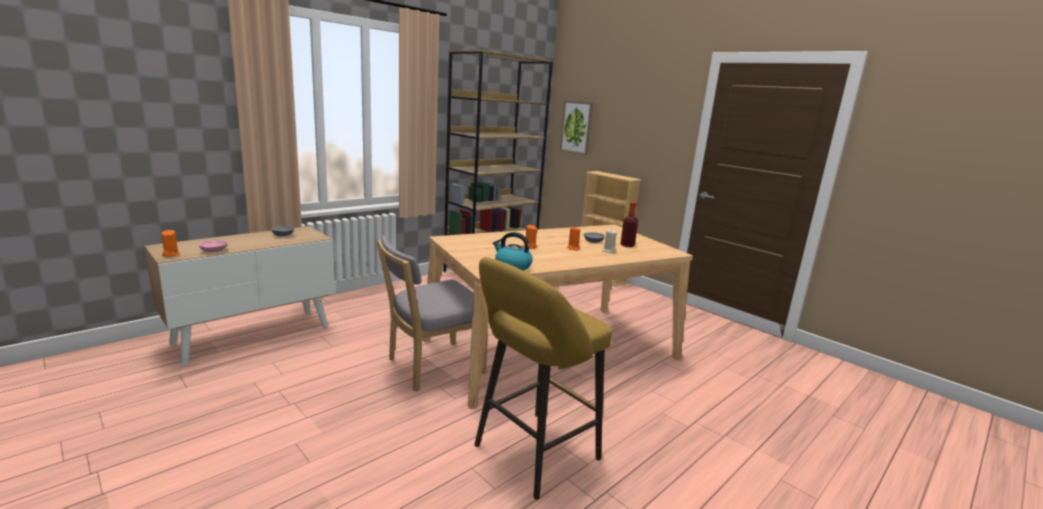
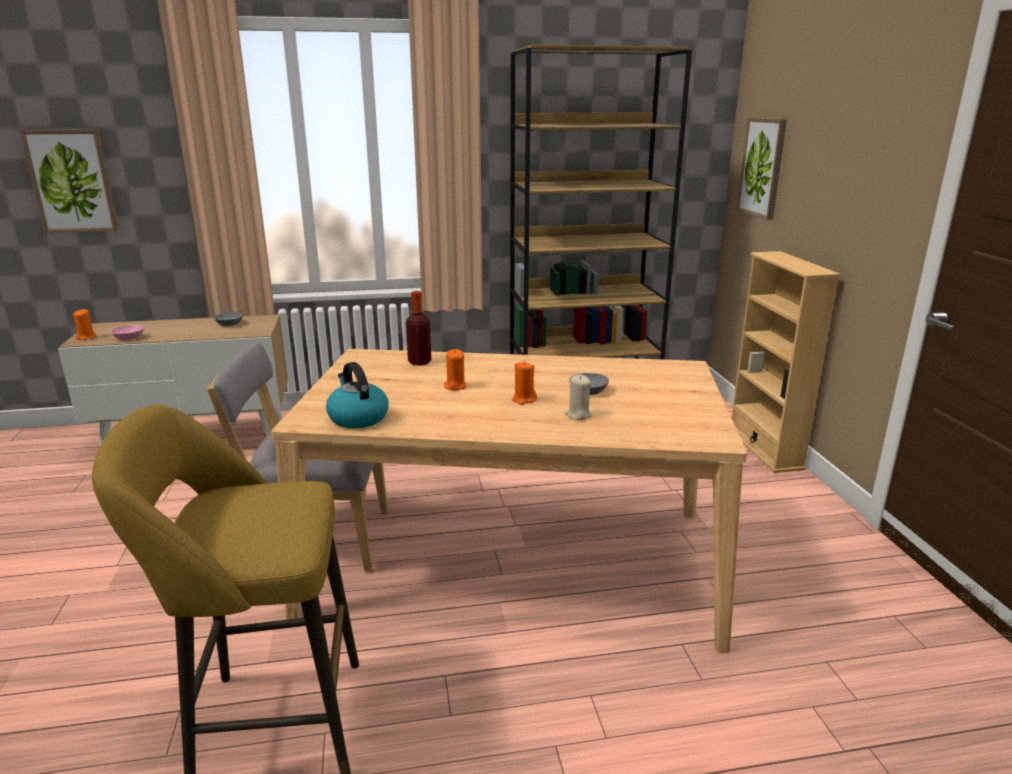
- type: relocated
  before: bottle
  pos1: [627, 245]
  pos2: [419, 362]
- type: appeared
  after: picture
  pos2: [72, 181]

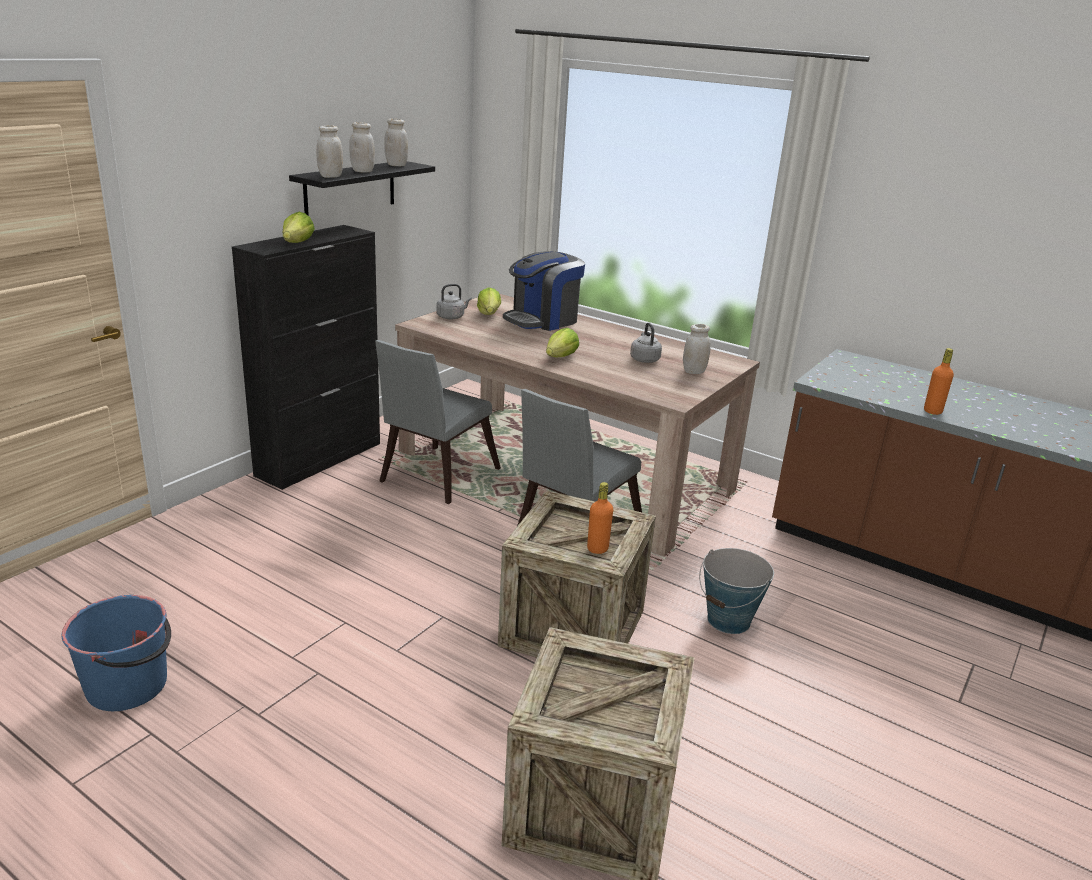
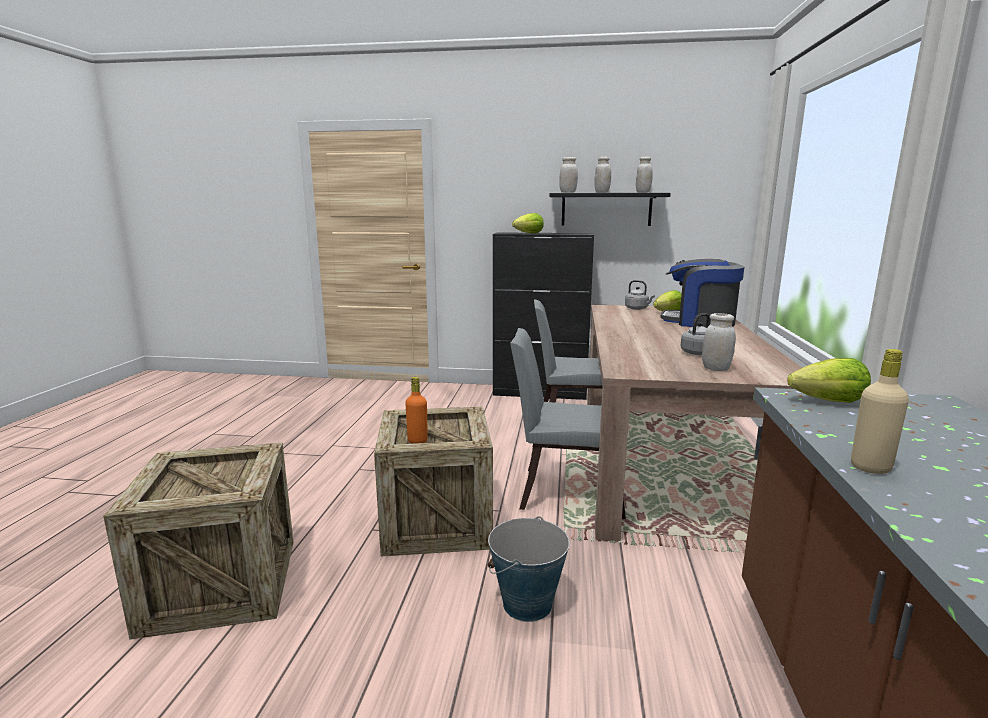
- type: missing
  before: bucket (blue)
  pos1: [128, 686]
- type: relocated
  before: lettuce
  pos1: [561, 357]
  pos2: [829, 402]
- type: colour
  before: bottle (orange)
  after: bottle (beige)
  pos1: [932, 411]
  pos2: [870, 467]

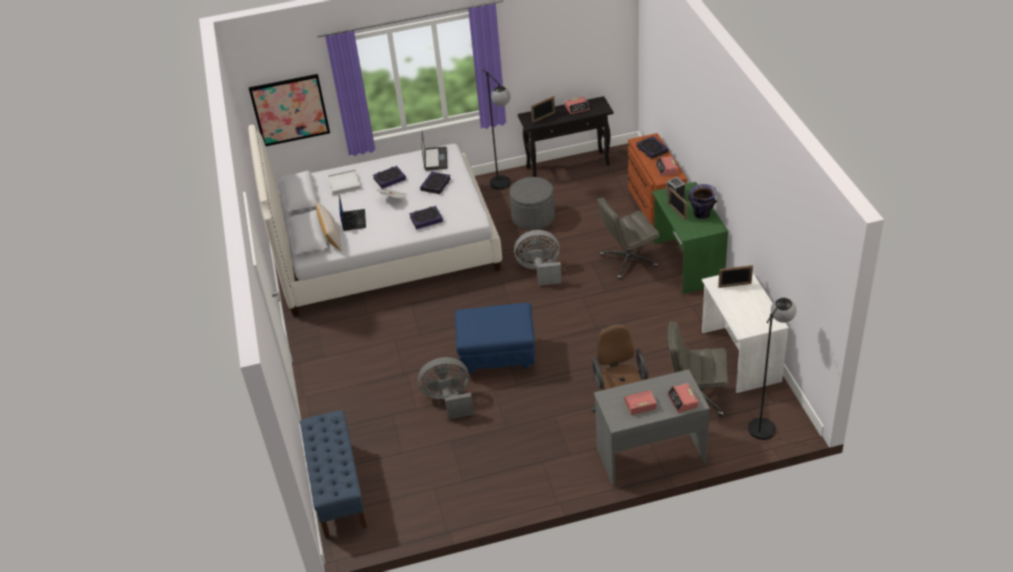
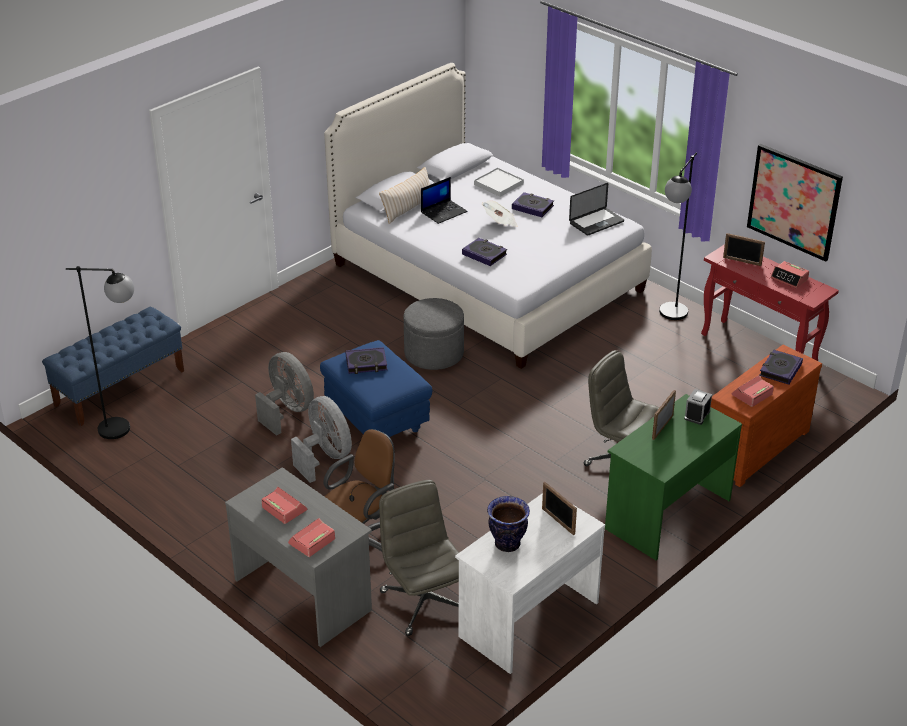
- type: relocated
  before: picture
  pos1: [290, 110]
  pos2: [794, 201]
- type: relocated
  before: book
  pos1: [436, 185]
  pos2: [366, 363]
- type: relocated
  before: ottoman (grey)
  pos1: [533, 217]
  pos2: [434, 353]
- type: relocated
  before: fan (grey)
  pos1: [540, 271]
  pos2: [325, 457]
- type: colour
  before: console table (black)
  after: console table (red)
  pos1: [568, 166]
  pos2: [759, 350]
- type: relocated
  before: vase
  pos1: [701, 215]
  pos2: [507, 544]
- type: relocated
  before: floor lamp (black)
  pos1: [765, 423]
  pos2: [125, 429]

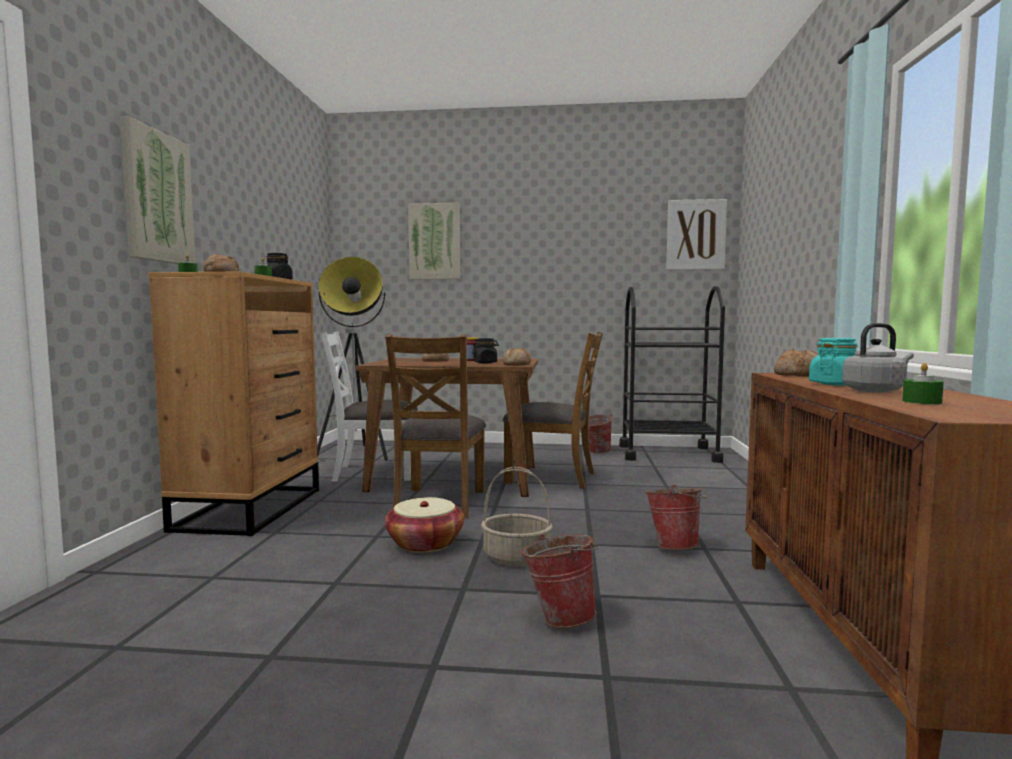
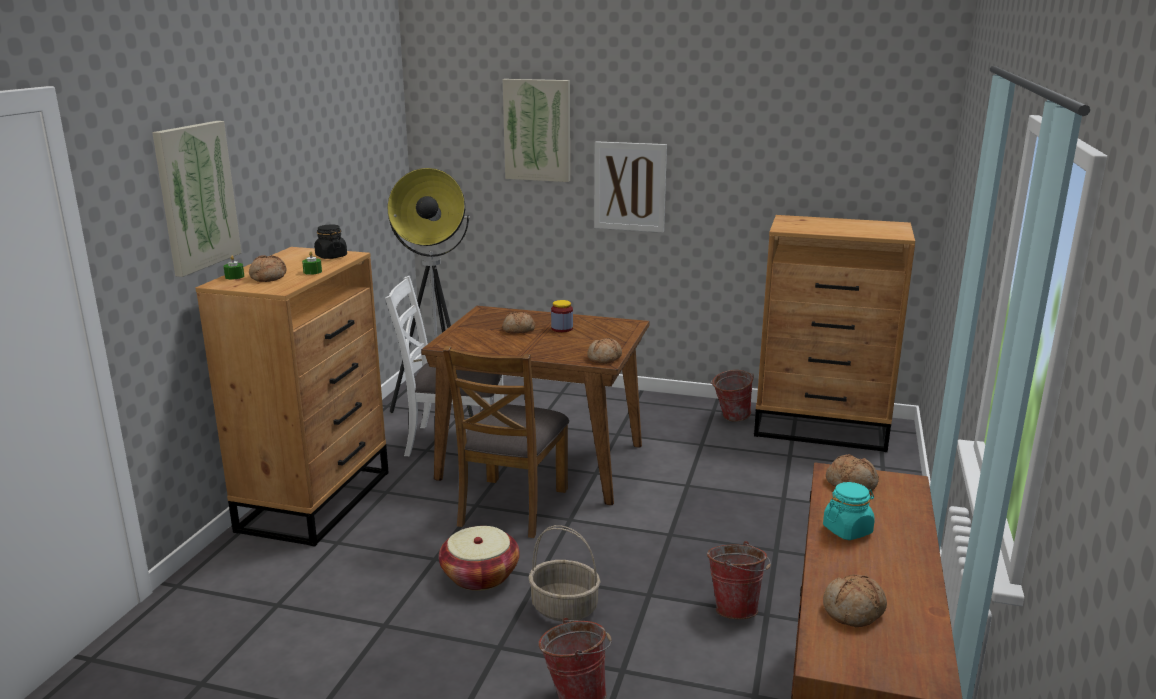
- type: missing
  before: jar (black)
  pos1: [485, 363]
- type: missing
  before: chair (brown)
  pos1: [552, 477]
- type: exchanged
  before: cart (black)
  after: dresser (brown)
  pos1: [668, 453]
  pos2: [822, 428]
- type: relocated
  before: picture
  pos1: [696, 234]
  pos2: [630, 186]
- type: missing
  before: kettle (grey)
  pos1: [875, 390]
- type: exchanged
  before: candle (green)
  after: bread
  pos1: [921, 402]
  pos2: [854, 611]

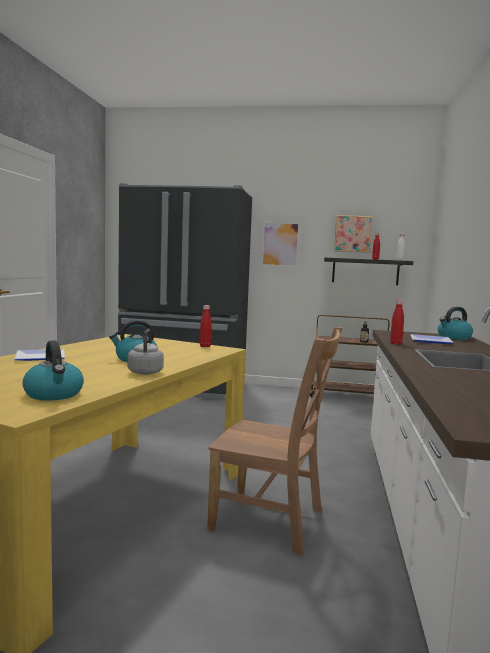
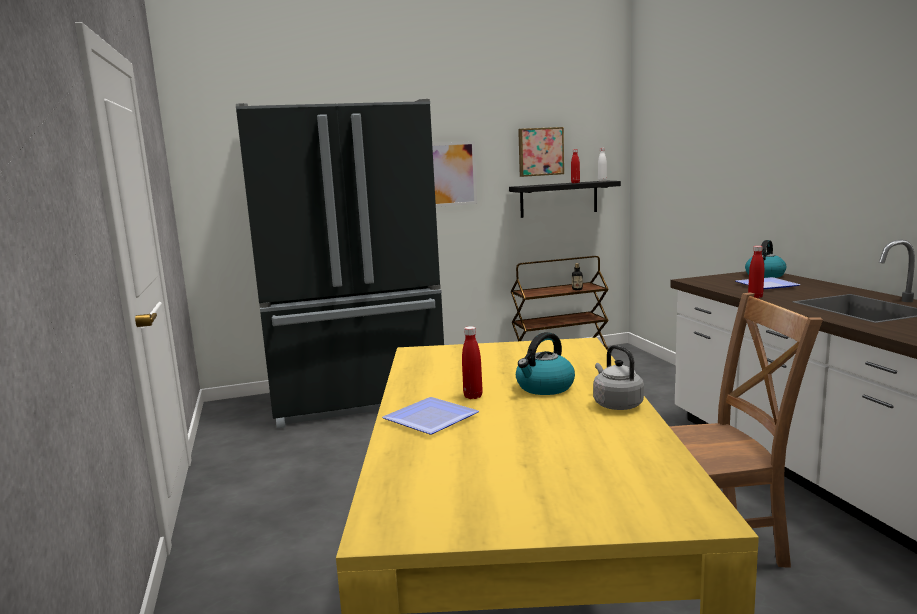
- type: missing
  before: kettle
  pos1: [54, 394]
- type: relocated
  before: bottle (red)
  pos1: [205, 346]
  pos2: [473, 396]

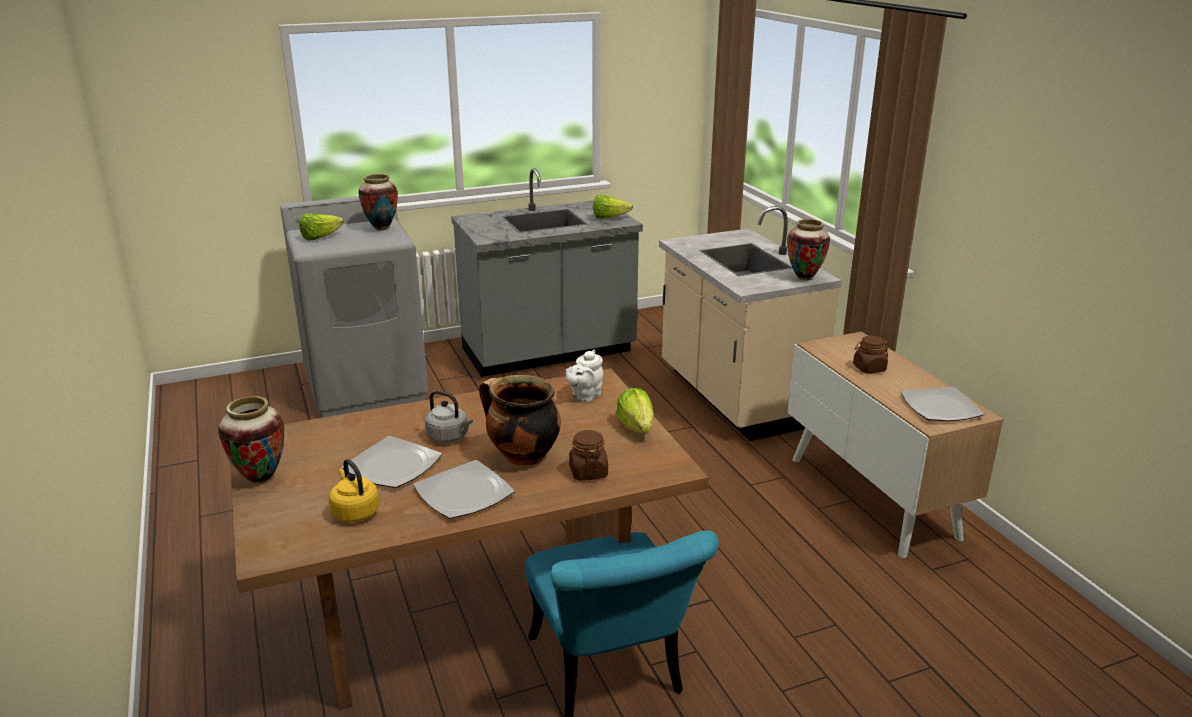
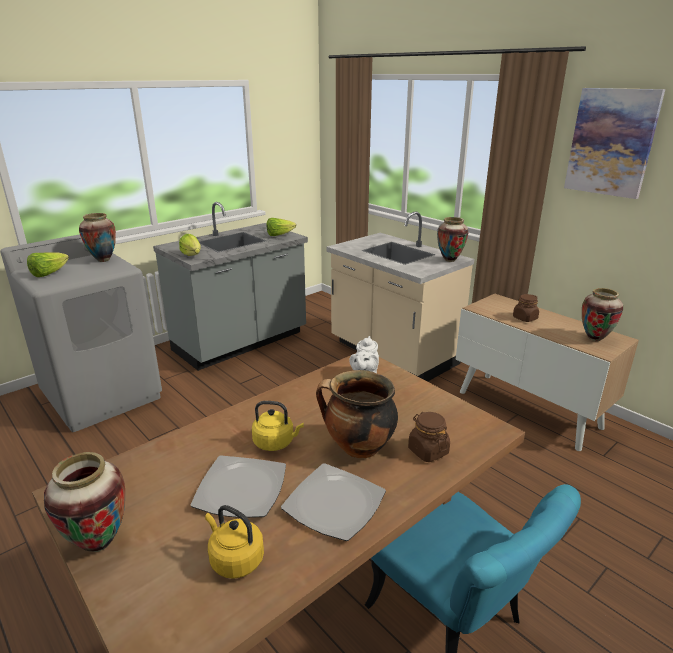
- type: colour
  before: kettle (grey)
  after: kettle (yellow)
  pos1: [449, 437]
  pos2: [276, 442]
- type: relocated
  before: lettuce
  pos1: [636, 427]
  pos2: [192, 255]
- type: exchanged
  before: plate
  after: vase
  pos1: [939, 407]
  pos2: [594, 338]
- type: appeared
  after: picture
  pos2: [611, 142]

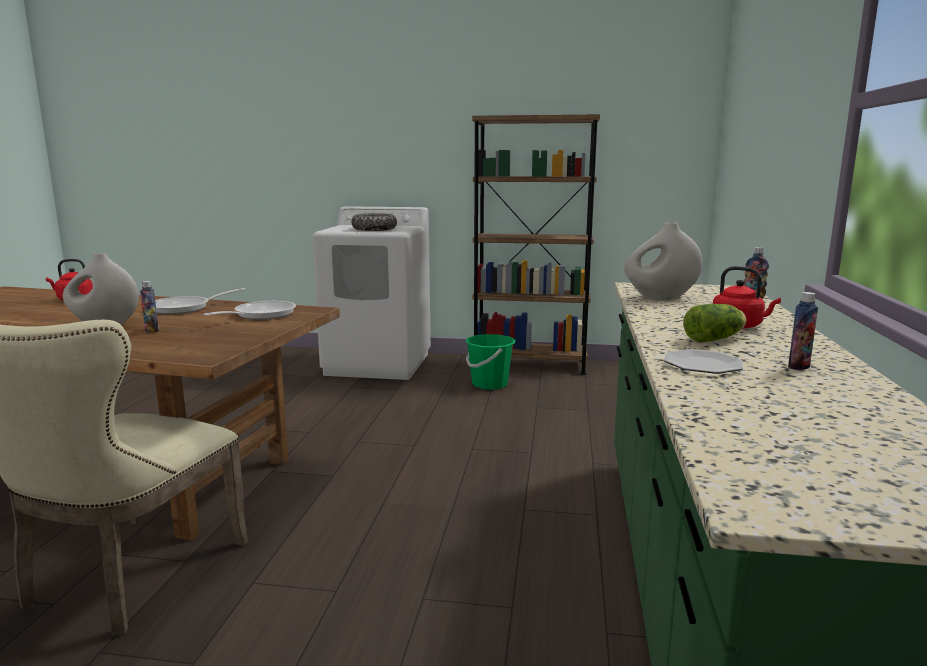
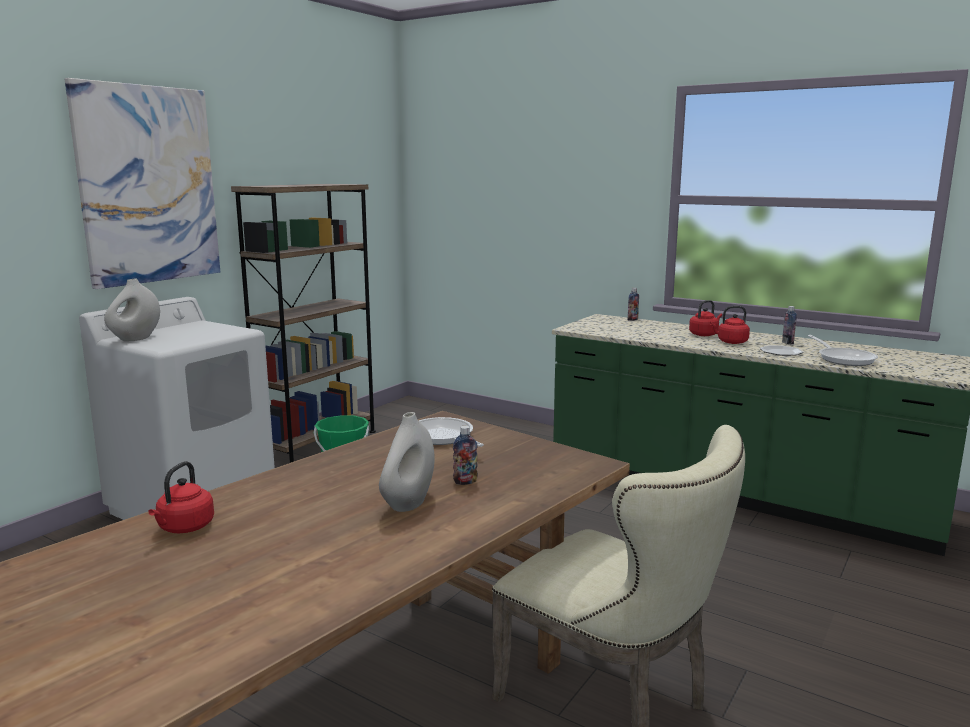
- type: relocated
  before: frying pan
  pos1: [185, 308]
  pos2: [843, 359]
- type: missing
  before: bowl
  pos1: [374, 229]
- type: relocated
  before: vase (white)
  pos1: [660, 297]
  pos2: [136, 339]
- type: exchanged
  before: lettuce
  after: kettle (red)
  pos1: [716, 339]
  pos2: [730, 342]
- type: appeared
  after: picture
  pos2: [148, 185]

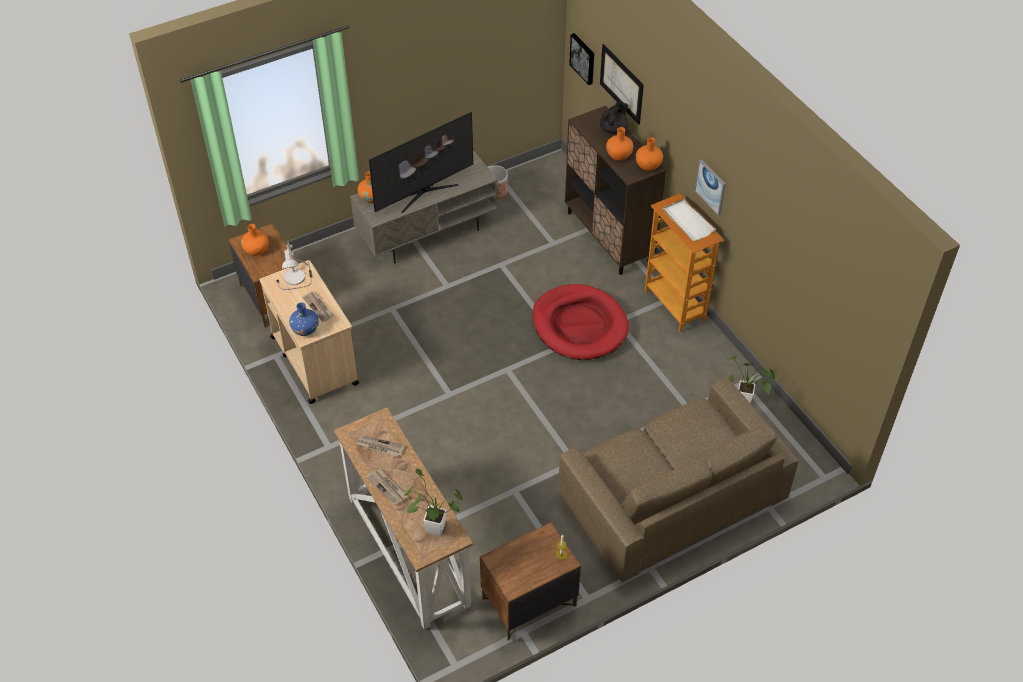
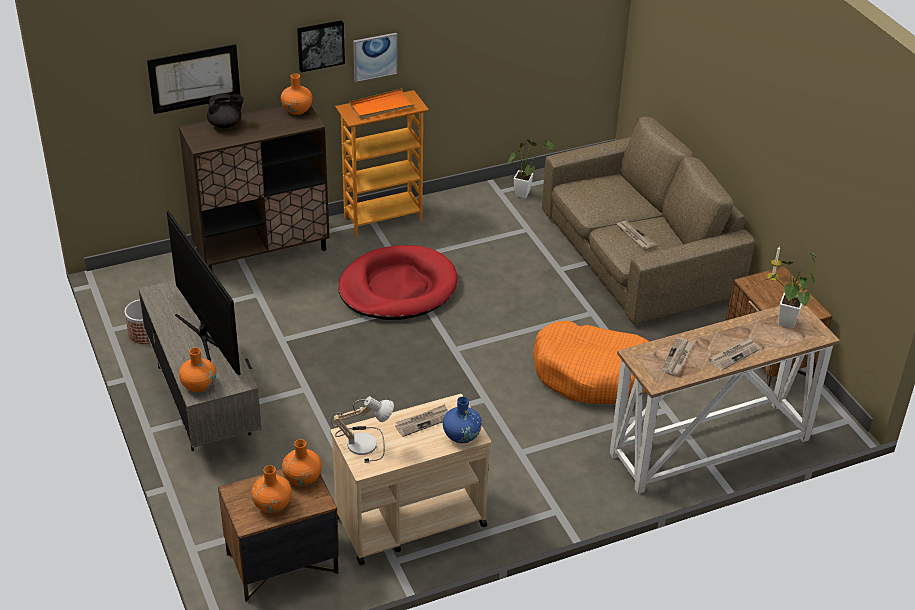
- type: relocated
  before: picture
  pos1: [583, 58]
  pos2: [320, 45]
- type: spun
  before: teapot (black)
  pos1: [614, 129]
  pos2: [226, 125]
  turn: 120
- type: relocated
  before: vase (orange)
  pos1: [619, 155]
  pos2: [302, 478]
- type: colour
  before: tray (white)
  after: tray (orange)
  pos1: [687, 221]
  pos2: [381, 106]
- type: appeared
  after: dog bed (orange)
  pos2: [593, 374]
- type: appeared
  after: newspaper
  pos2: [634, 235]

